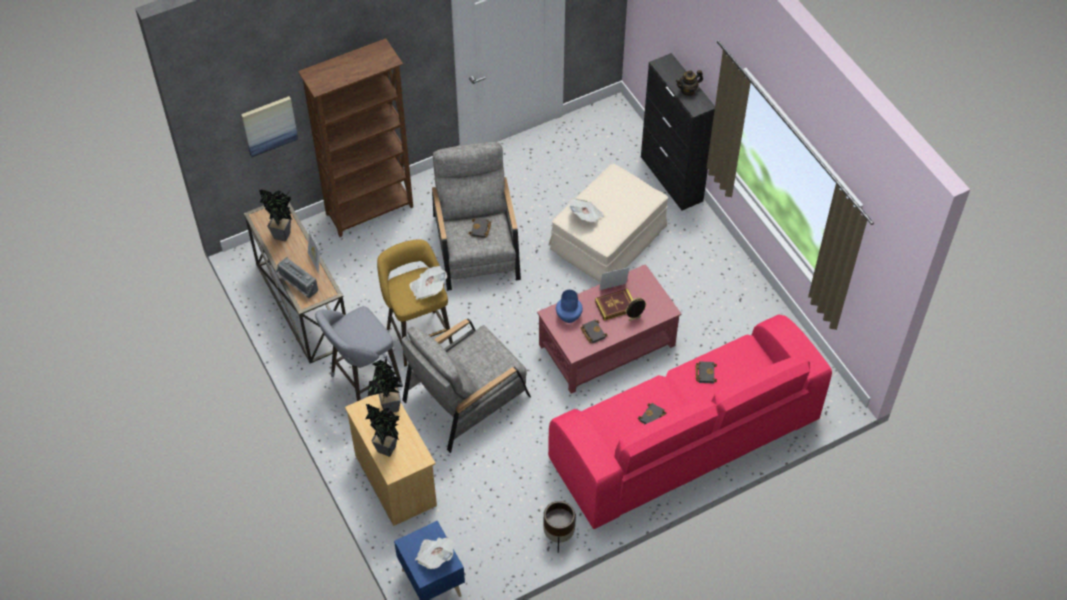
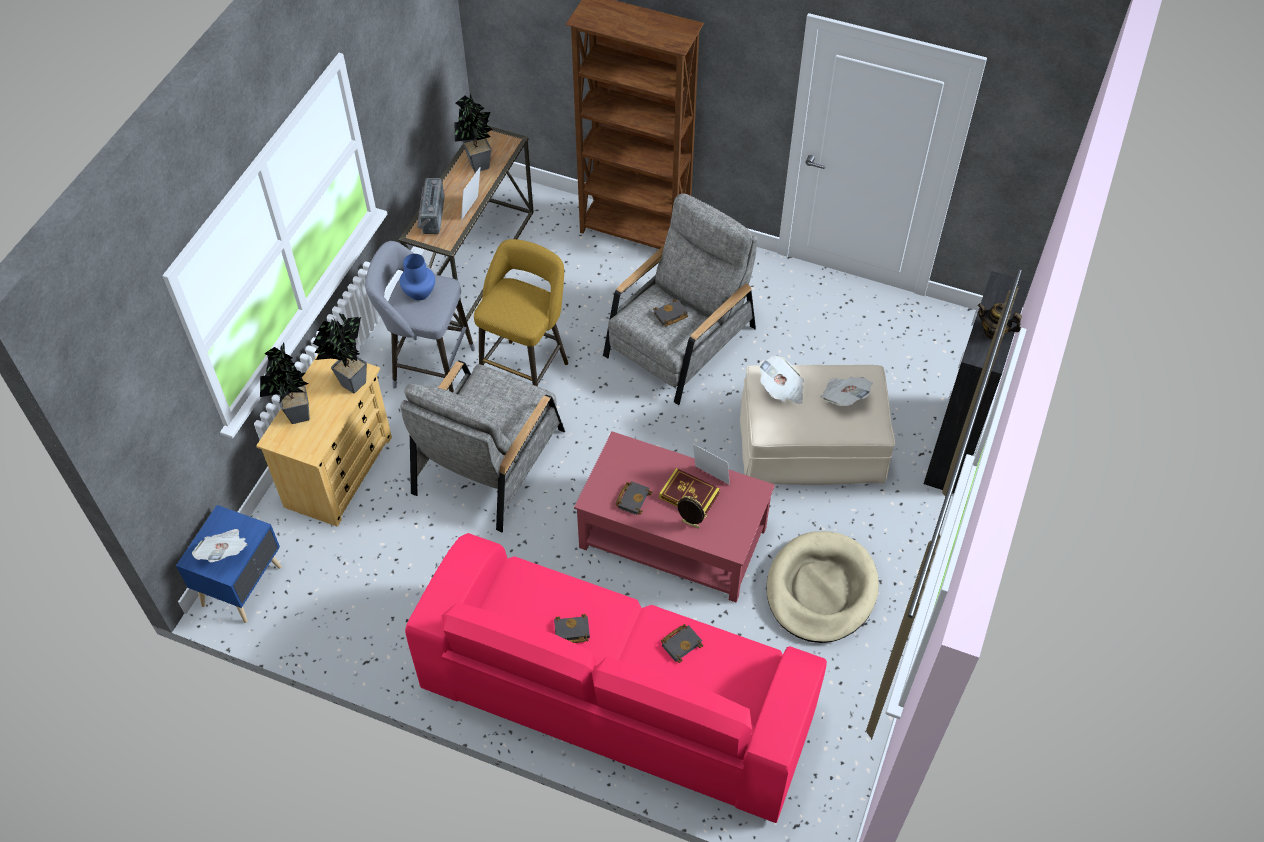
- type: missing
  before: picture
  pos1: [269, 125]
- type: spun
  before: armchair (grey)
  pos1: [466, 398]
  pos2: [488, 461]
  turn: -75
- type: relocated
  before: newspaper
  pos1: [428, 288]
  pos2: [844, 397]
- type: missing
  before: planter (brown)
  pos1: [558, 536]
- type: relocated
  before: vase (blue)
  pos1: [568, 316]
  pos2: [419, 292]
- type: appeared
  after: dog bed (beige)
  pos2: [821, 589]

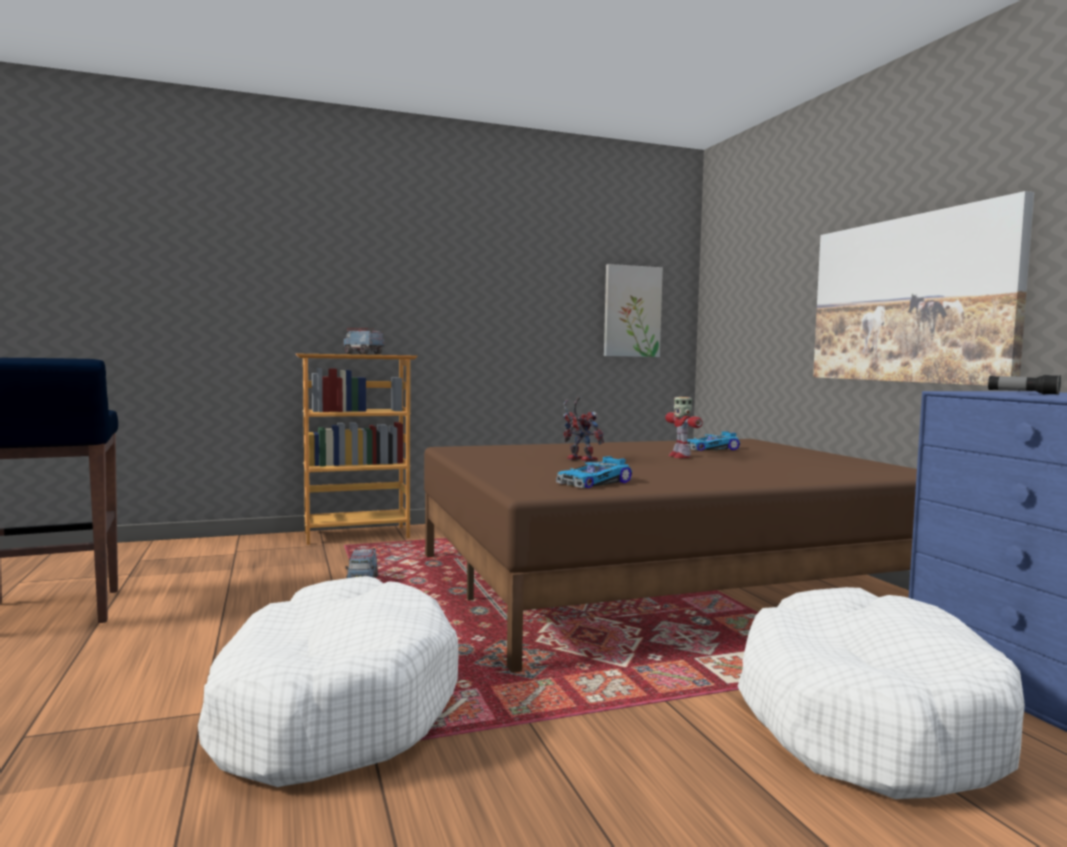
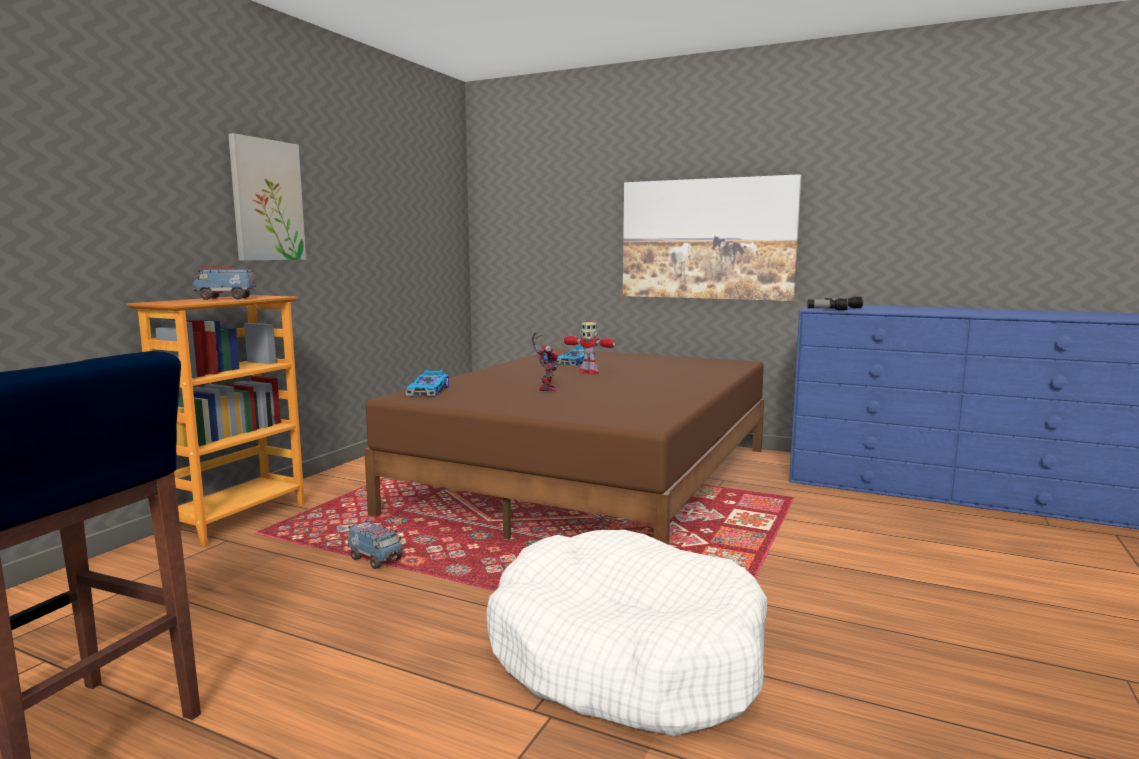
- type: relocated
  before: toy car
  pos1: [595, 483]
  pos2: [429, 391]
- type: spun
  before: toy robot
  pos1: [578, 460]
  pos2: [545, 389]
  turn: 90
- type: relocated
  before: picture
  pos1: [632, 311]
  pos2: [267, 200]
- type: missing
  before: dog bed (white)
  pos1: [866, 719]
- type: appeared
  after: flashlight
  pos2: [826, 310]

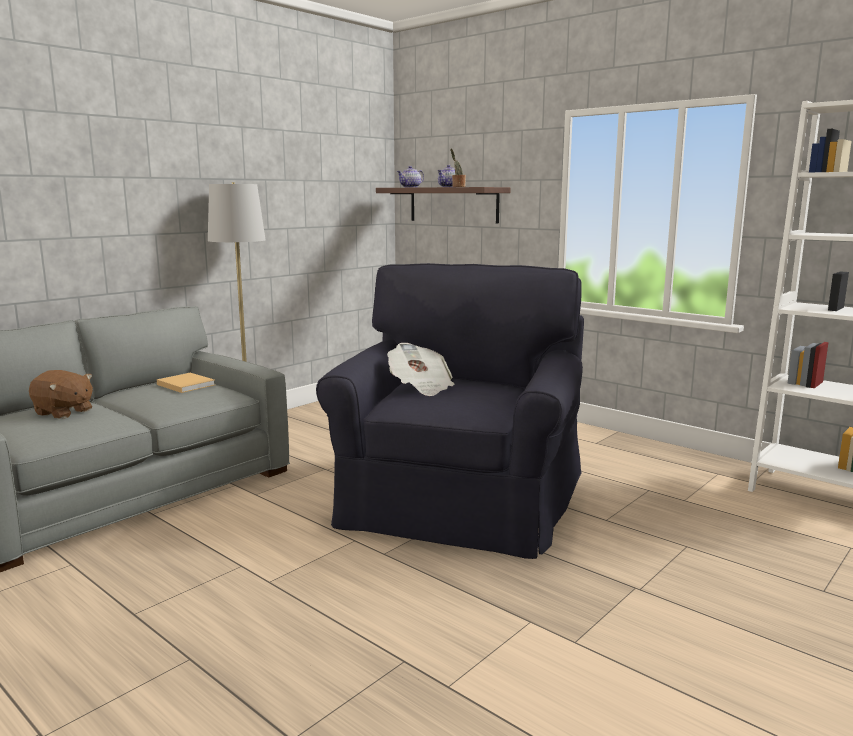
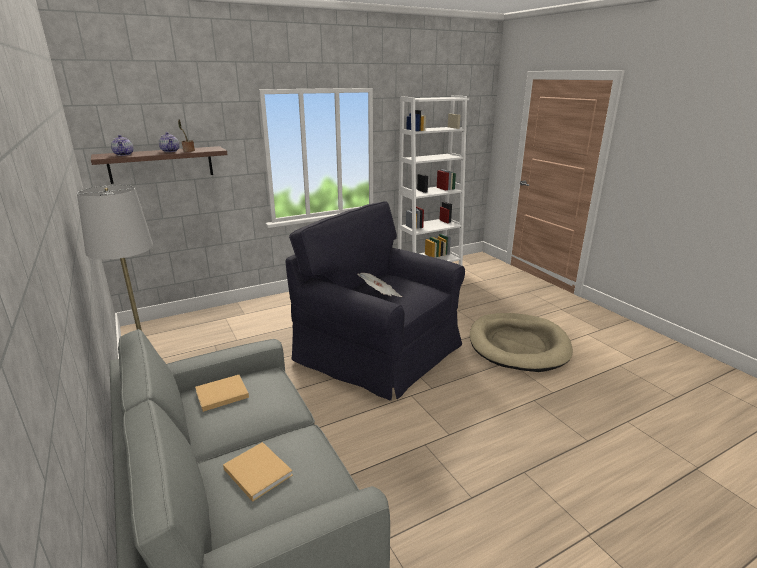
- type: exchanged
  before: plush toy (brown)
  after: book (beige)
  pos1: [63, 412]
  pos2: [257, 471]
- type: appeared
  after: dog bed (beige)
  pos2: [518, 345]

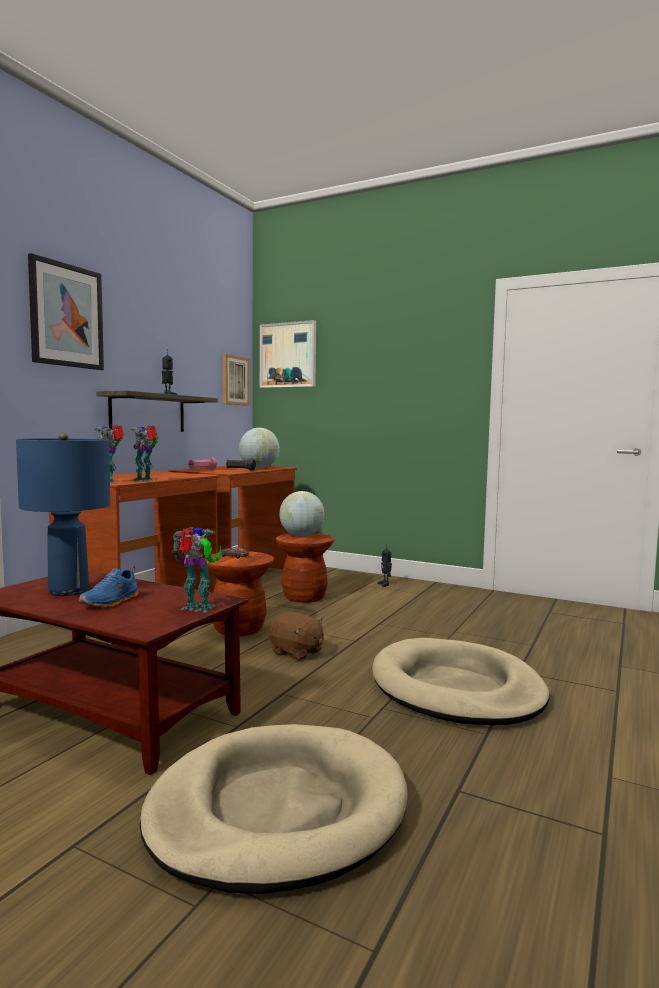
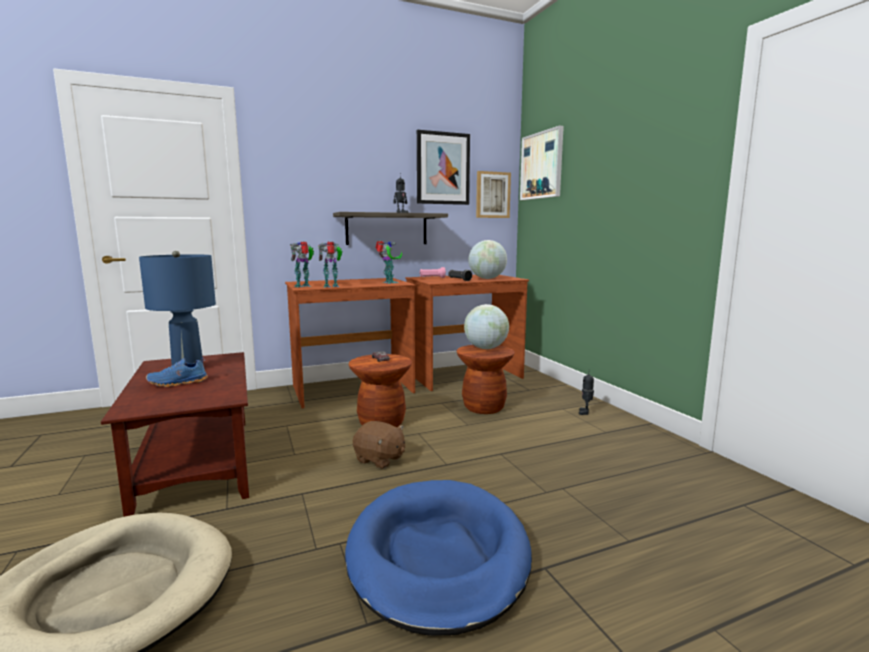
- type: relocated
  before: picture
  pos1: [66, 316]
  pos2: [443, 168]
- type: relocated
  before: toy robot
  pos1: [198, 609]
  pos2: [389, 282]
- type: spun
  before: plush toy (brown)
  pos1: [296, 653]
  pos2: [379, 459]
  turn: -45
- type: colour
  before: dog bed (beige)
  after: dog bed (blue)
  pos1: [456, 688]
  pos2: [438, 555]

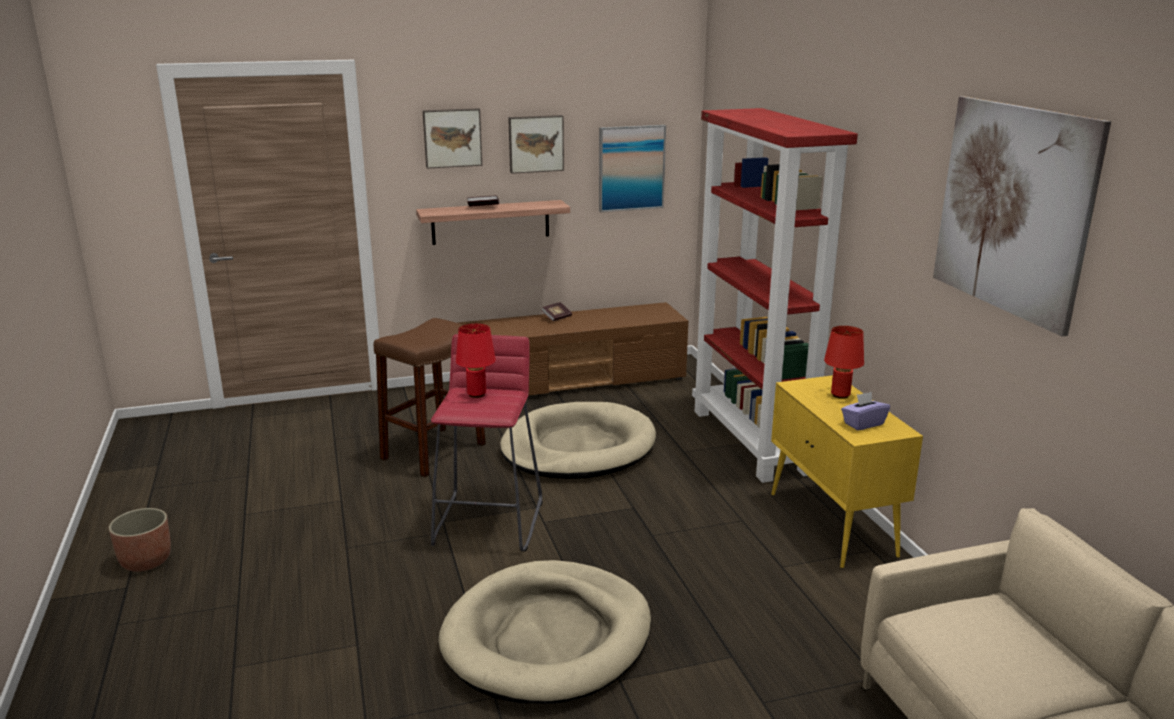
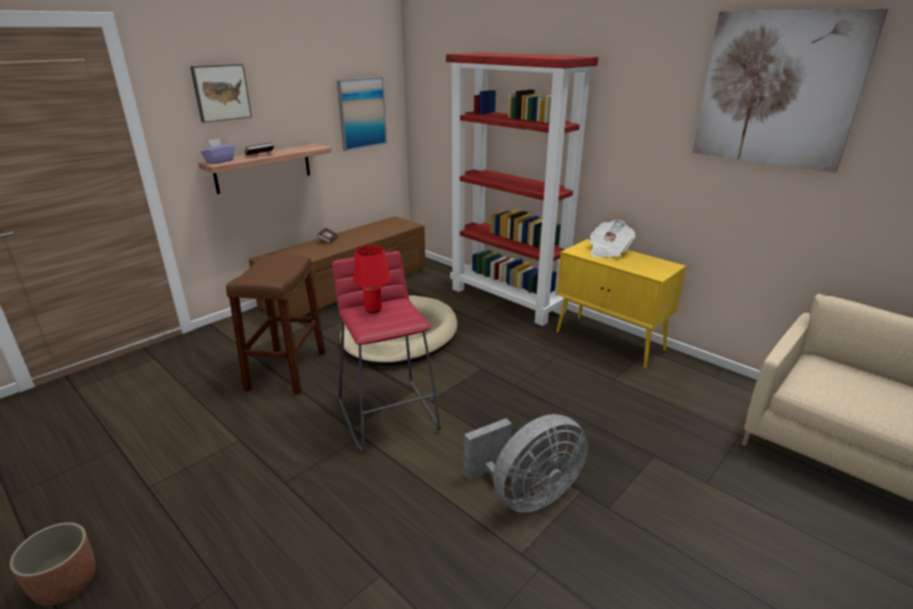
- type: exchanged
  before: dog bed (beige)
  after: fan (grey)
  pos1: [548, 637]
  pos2: [526, 495]
- type: missing
  before: picture
  pos1: [535, 143]
- type: exchanged
  before: table lamp (red)
  after: newspaper
  pos1: [839, 395]
  pos2: [608, 251]
- type: relocated
  before: tissue box (purple)
  pos1: [863, 424]
  pos2: [219, 161]

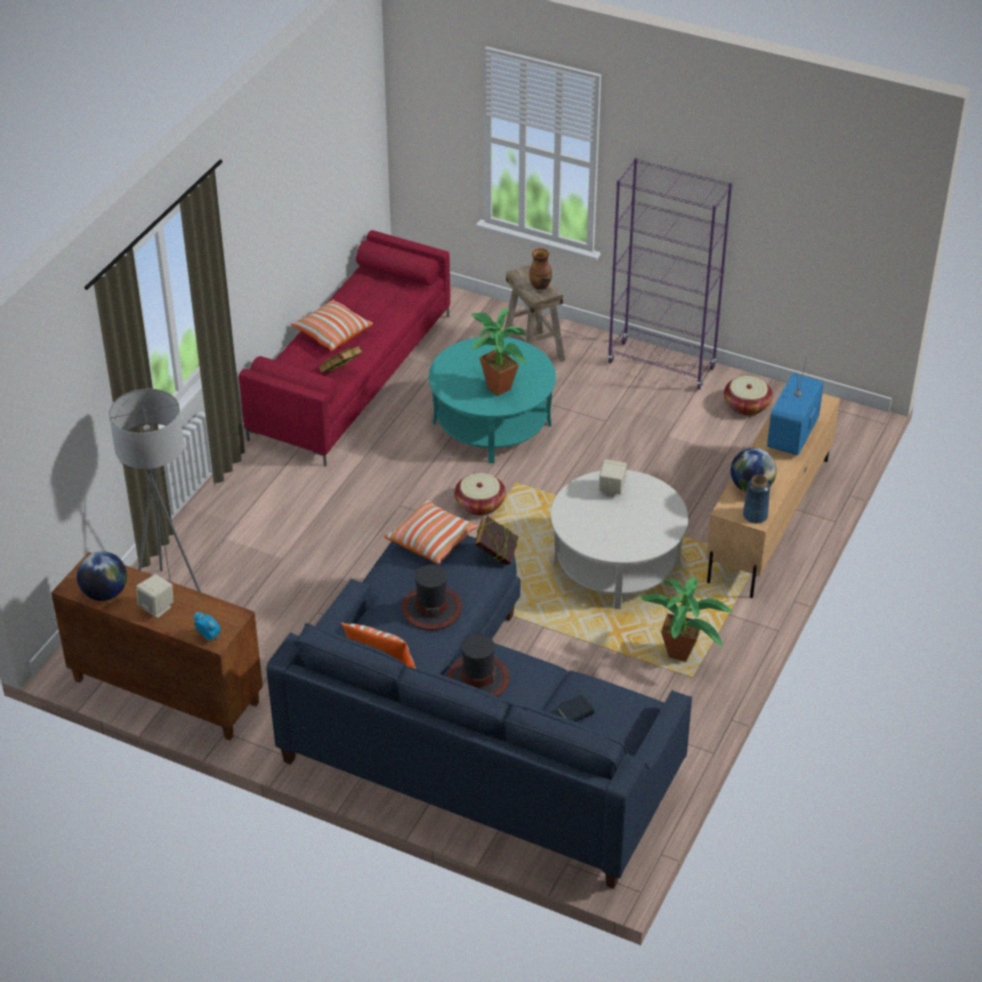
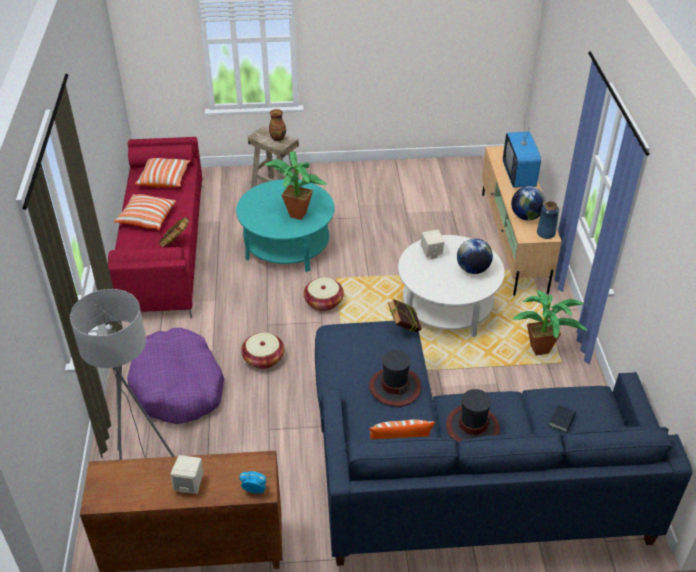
- type: relocated
  before: globe
  pos1: [105, 593]
  pos2: [473, 269]
- type: relocated
  before: pillow
  pos1: [431, 540]
  pos2: [164, 179]
- type: missing
  before: bookcase (purple)
  pos1: [661, 365]
- type: relocated
  before: basket
  pos1: [746, 405]
  pos2: [263, 358]
- type: appeared
  after: dog bed (purple)
  pos2: [178, 386]

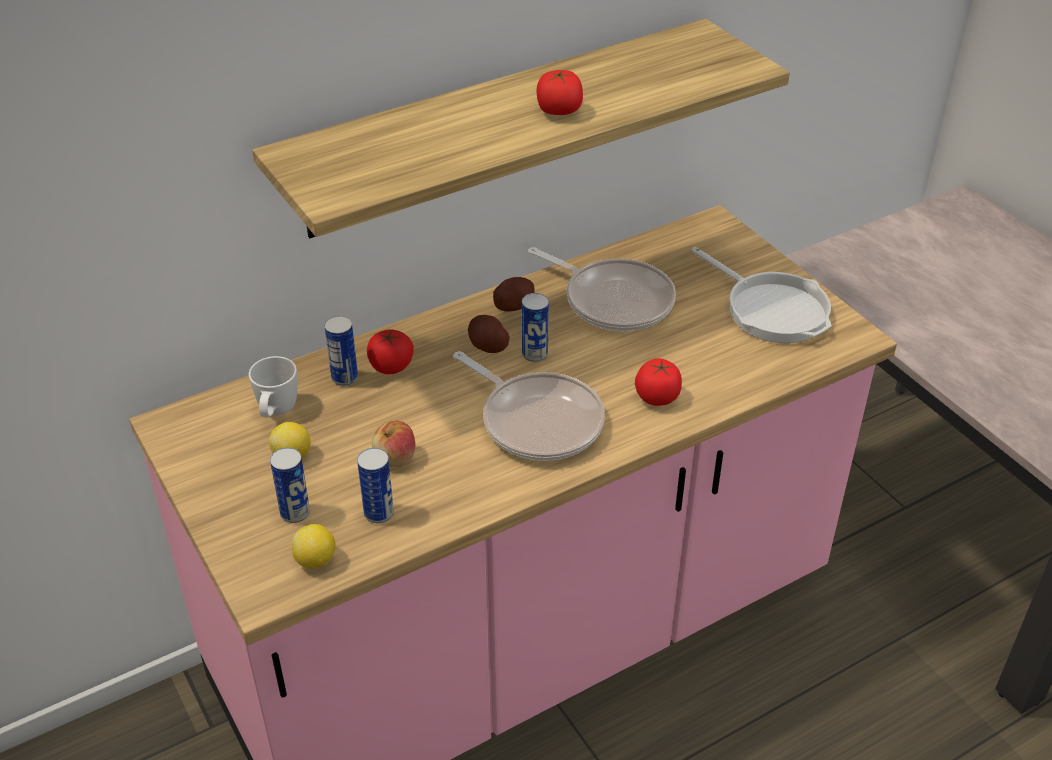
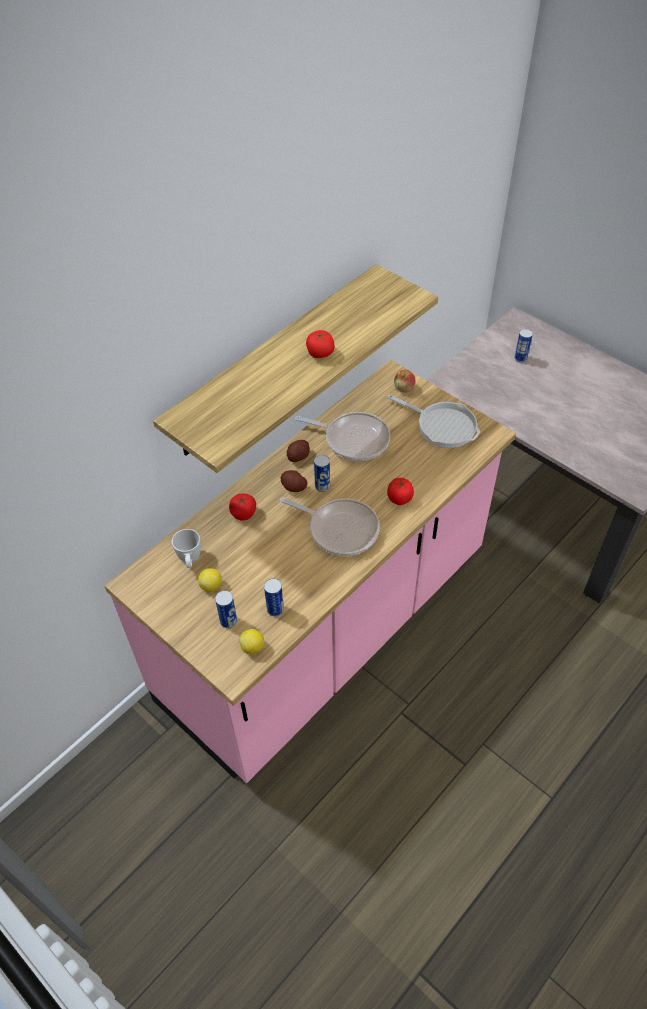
- type: relocated
  before: can
  pos1: [344, 378]
  pos2: [520, 358]
- type: relocated
  before: apple
  pos1: [395, 458]
  pos2: [404, 388]

